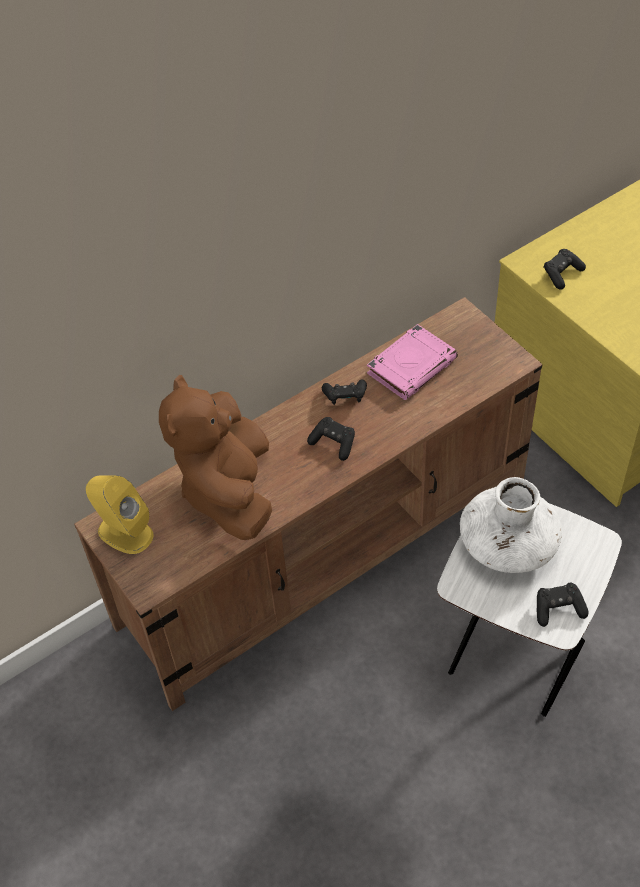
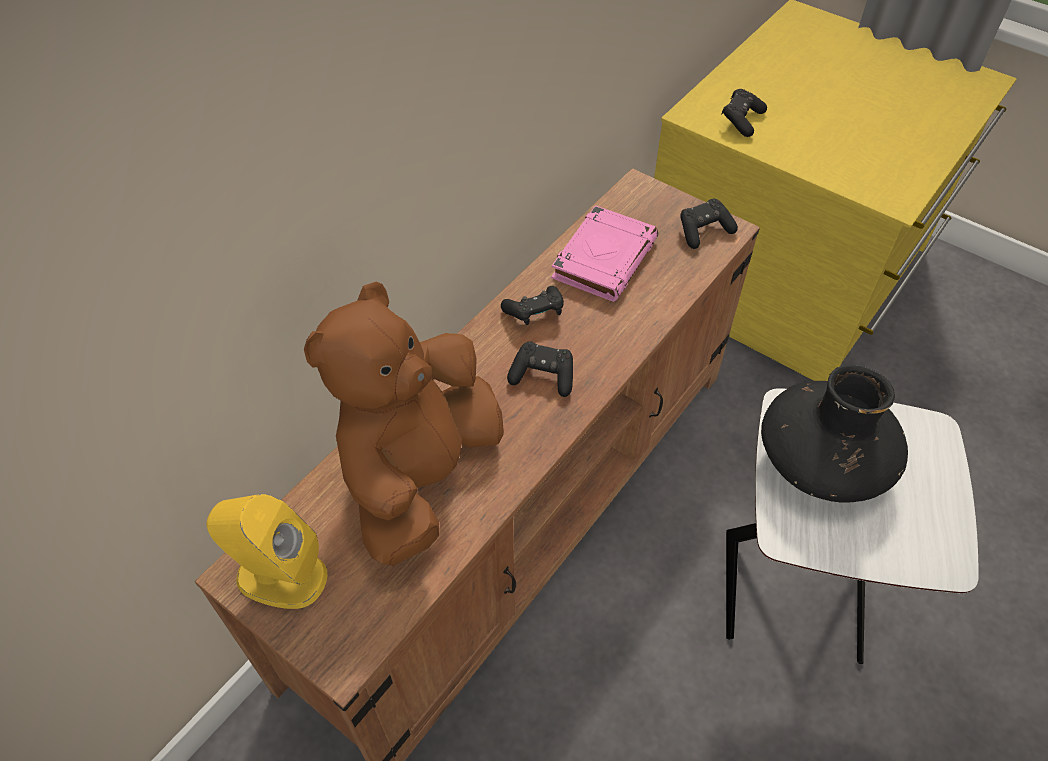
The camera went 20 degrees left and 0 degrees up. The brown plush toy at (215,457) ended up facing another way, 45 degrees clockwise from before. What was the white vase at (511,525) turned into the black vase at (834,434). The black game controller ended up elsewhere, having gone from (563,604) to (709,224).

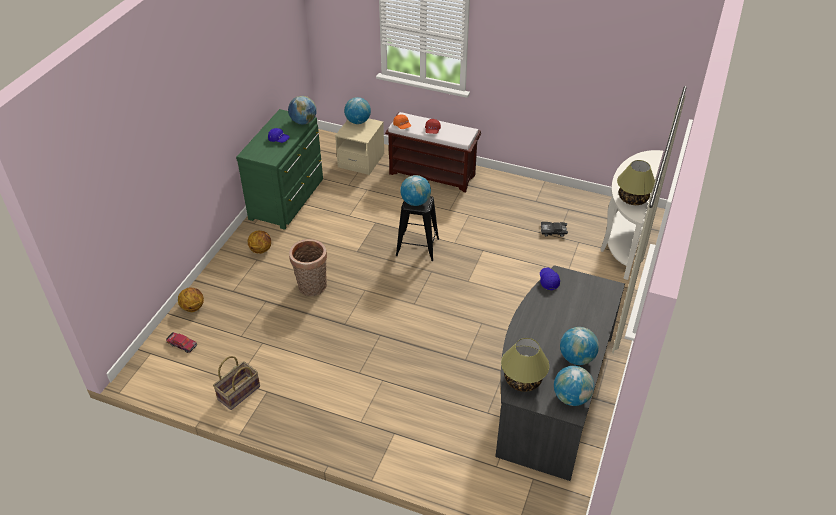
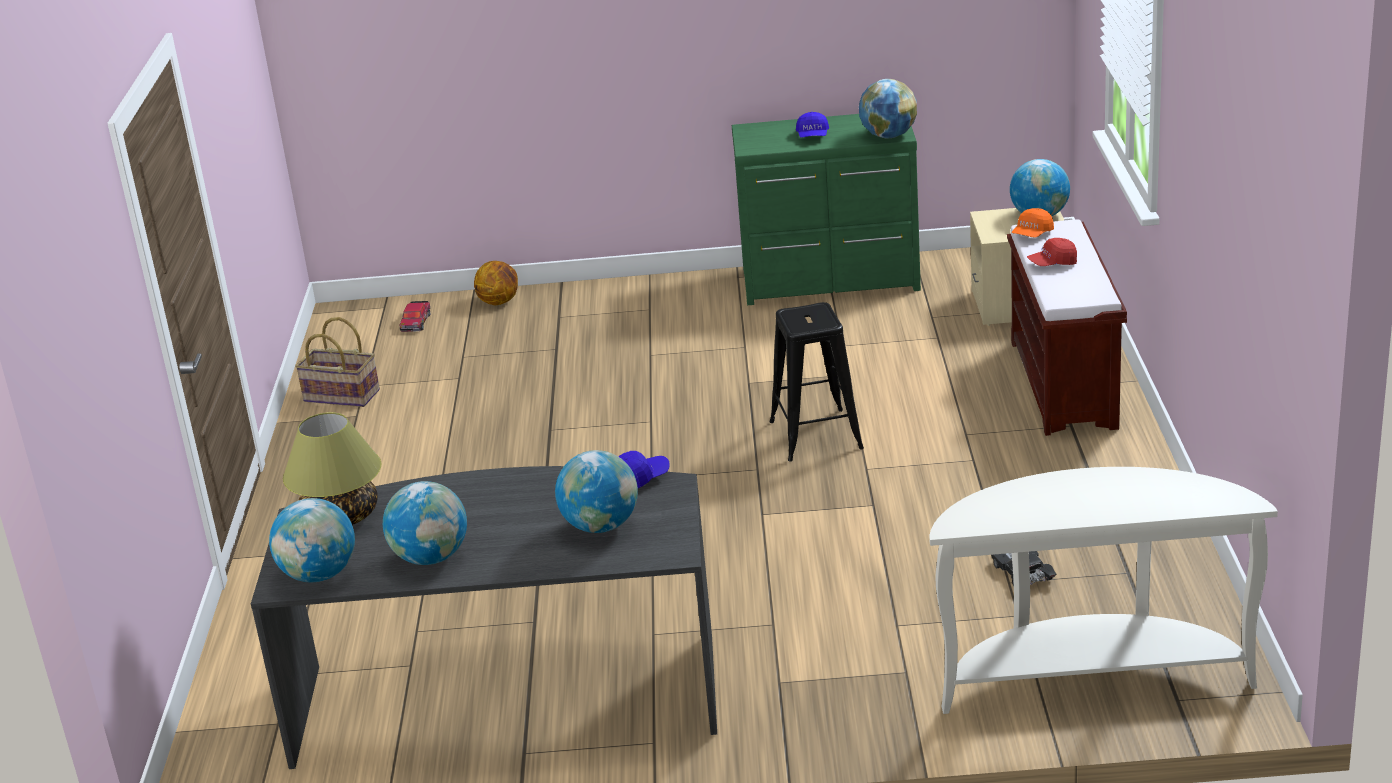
The camera went 70 degrees right and 15 degrees down. The second view lost the basketball at (259,242). The second view lost the basket at (308,267). The globe ended up elsewhere, having gone from (415,190) to (596,491). The second view lost the table lamp at (636,182).

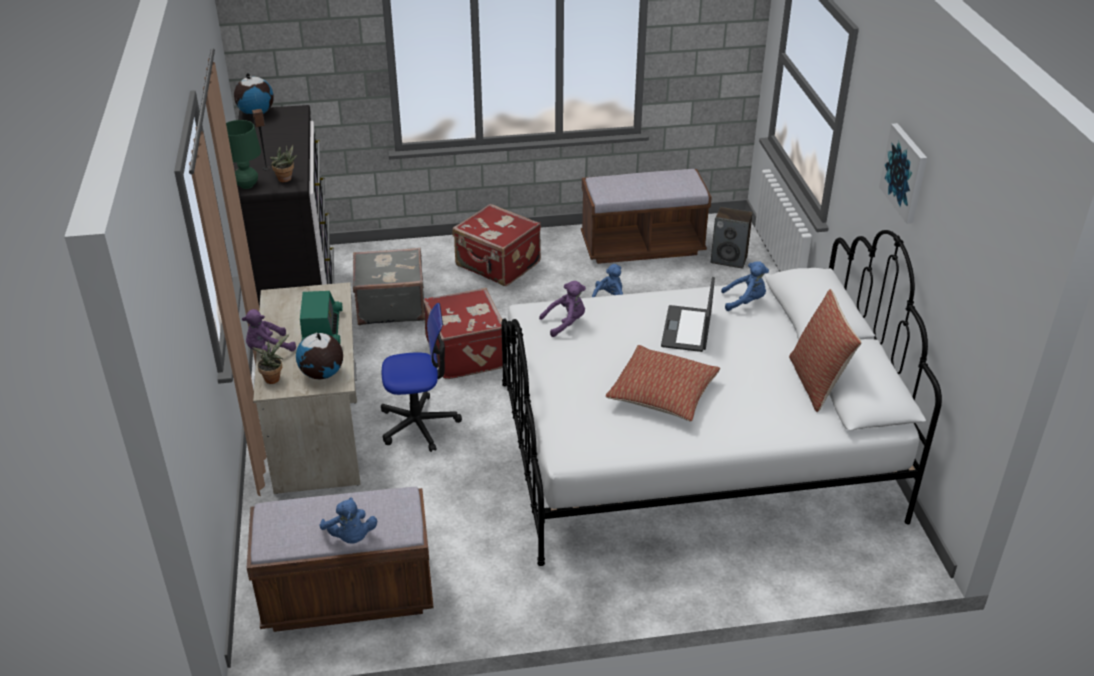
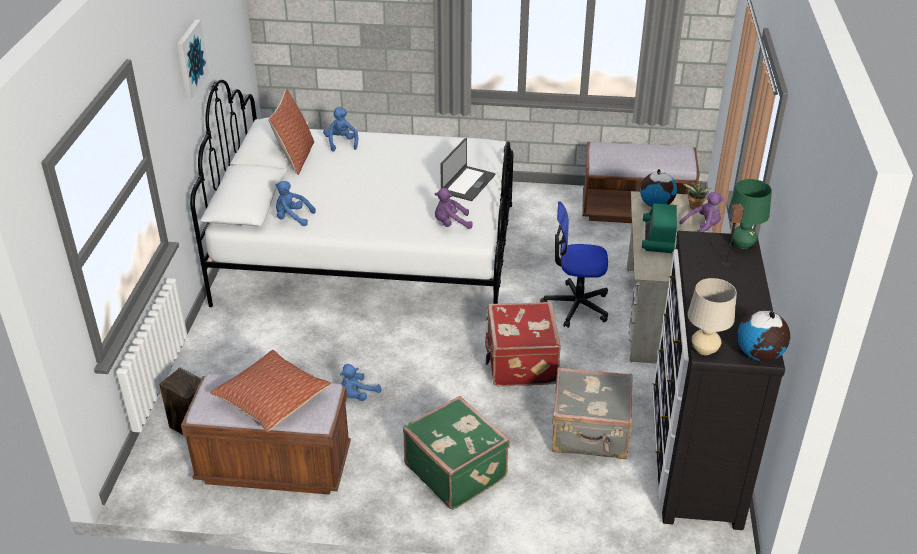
The camera went 165 degrees left and 0 degrees up. The second view lost the potted plant at (283,163). The blue plush toy ended up elsewhere, having gone from (348,520) to (340,129). What was the red suitcase at (496,244) turned into the green suitcase at (456,453). The pillow ended up elsewhere, having gone from (663,383) to (270,390). The laptop ended up elsewhere, having gone from (688,314) to (468,169). The second view gained the beige table lamp at (712,316).

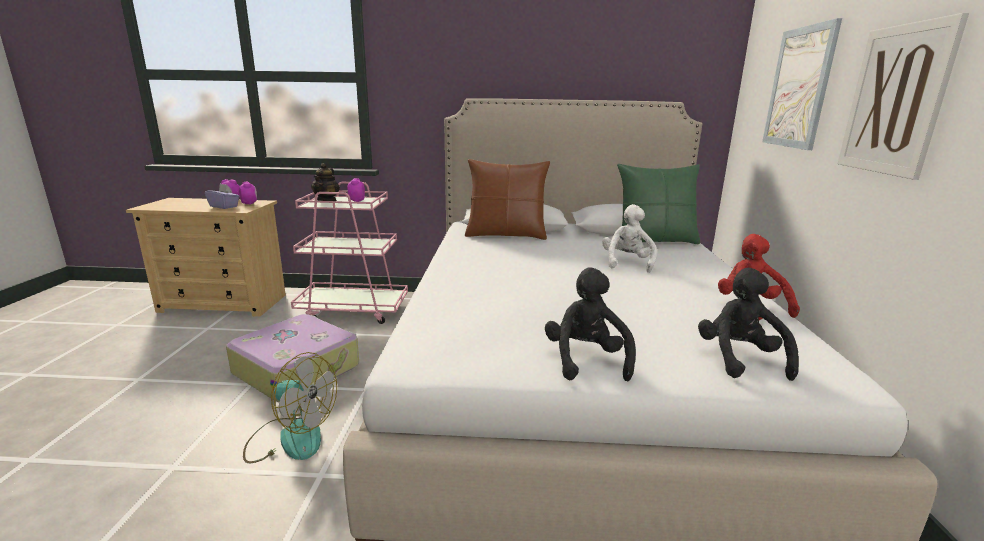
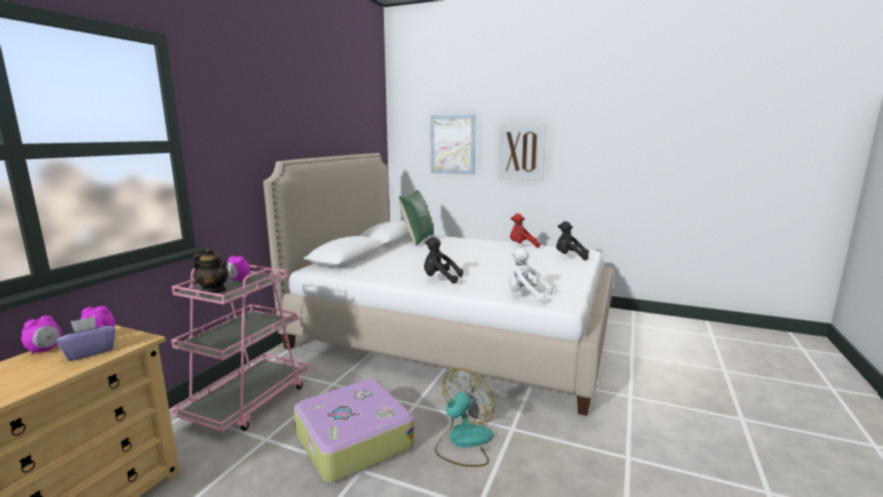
The camera went 70 degrees left and 5 degrees down. The second view lost the brown pillow at (507,199). The black plush toy ended up elsewhere, having gone from (590,324) to (443,260). The white plush toy ended up elsewhere, having gone from (629,238) to (531,275).

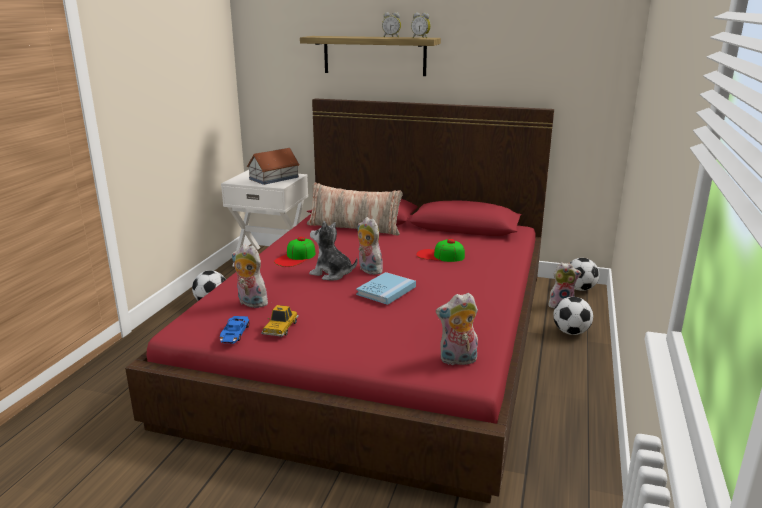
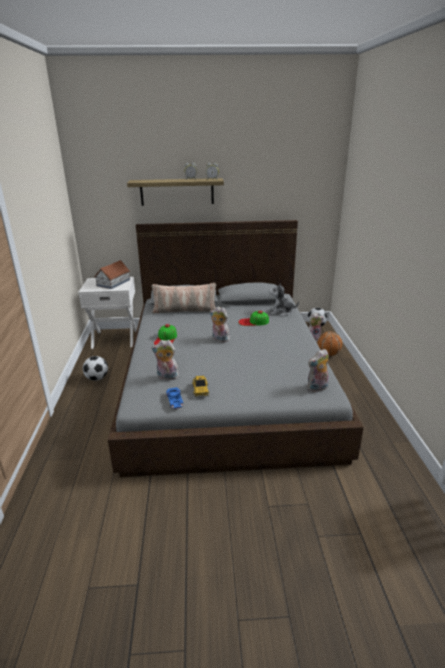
The camera went 20 degrees left and 5 degrees up. What was the red bed at (339,300) turned into the grey bed at (236,348). The plush toy ended up elsewhere, having gone from (333,251) to (284,300). The second view lost the blue book at (386,288). Where the football stood at (573,316), the basketball came to stand at (329,344).

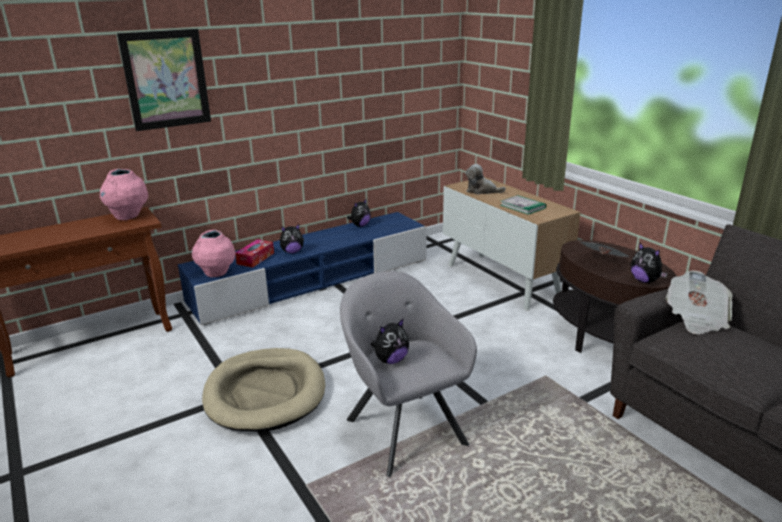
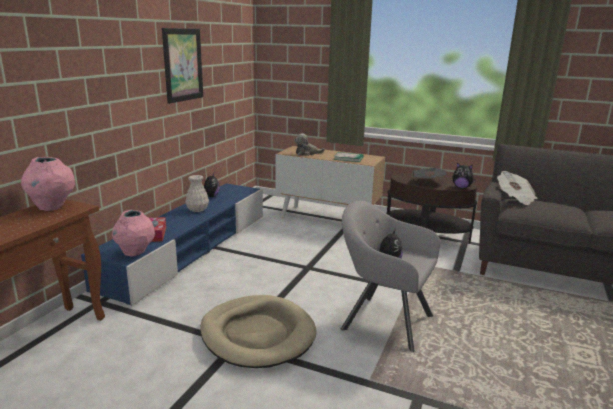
The camera went 35 degrees left and 5 degrees down. The picture ended up elsewhere, having gone from (164,80) to (182,66). The second view lost the plush toy at (292,239). The second view gained the white vase at (197,193).

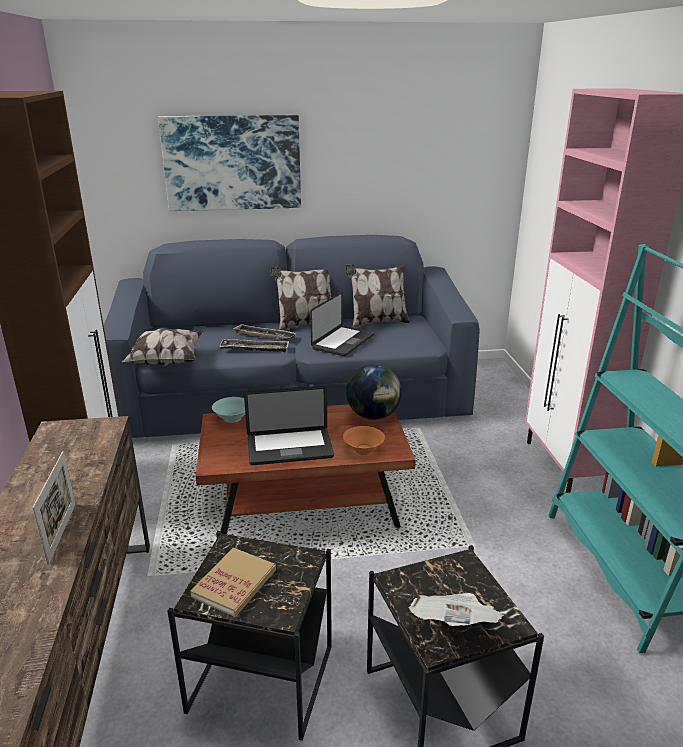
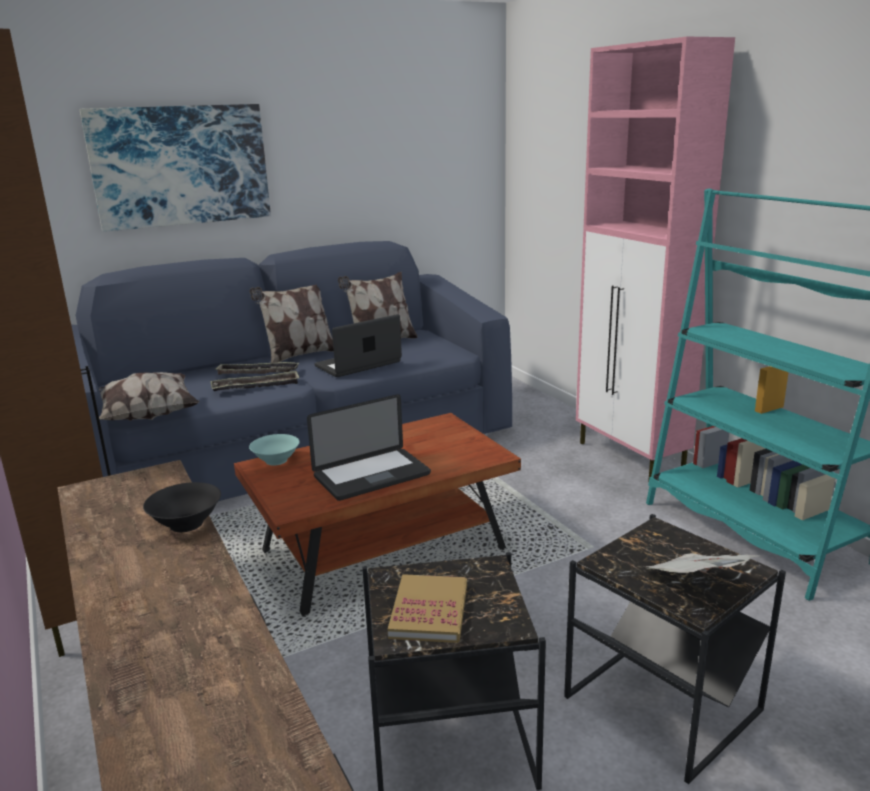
The camera went 20 degrees left and 5 degrees down. The second view lost the picture frame at (54,508). The laptop at (342,324) ended up facing another way, 135 degrees counterclockwise from before. The second view lost the orange bowl at (364,440). The second view lost the globe at (374,392). The second view gained the black bowl at (182,507).

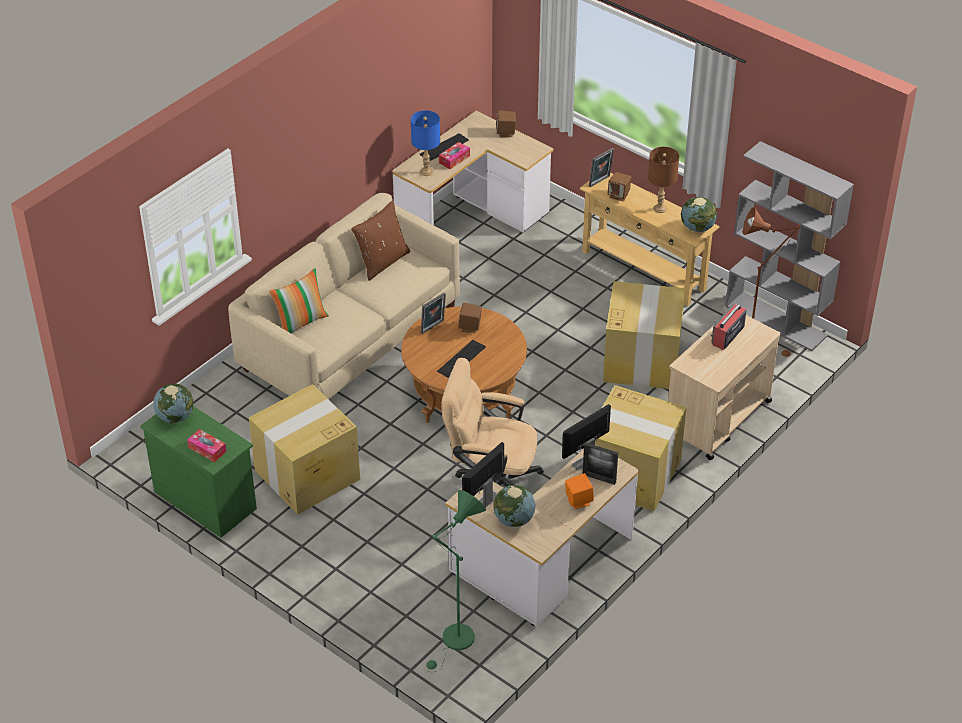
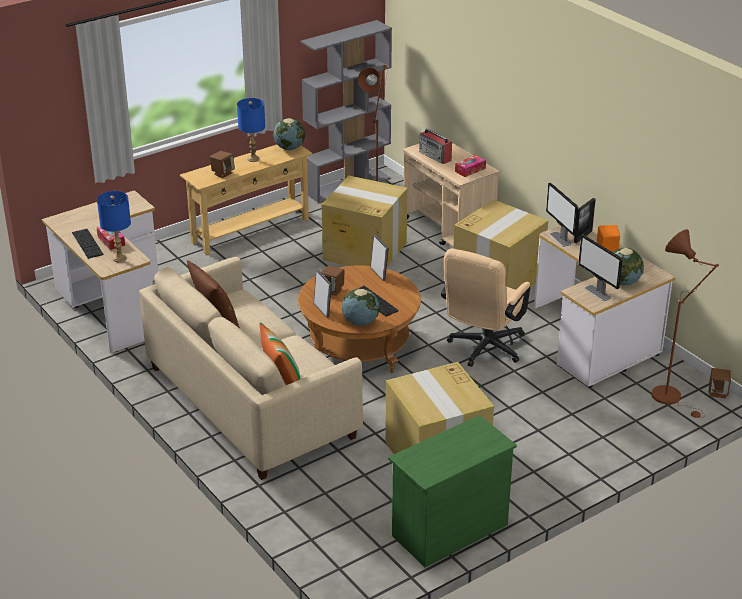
The camera went 75 degrees left and 10 degrees down. The globe ended up elsewhere, having gone from (173,403) to (360,307). The tissue box ended up elsewhere, having gone from (206,445) to (470,166). What was the green floor lamp at (456,581) turned into the brown floor lamp at (685,323). The brown speaker ended up elsewhere, having gone from (506,124) to (720,383). The picture frame ended up elsewhere, having gone from (601,167) to (379,258). What was the brown table lamp at (663,180) turned into the blue table lamp at (251,130).

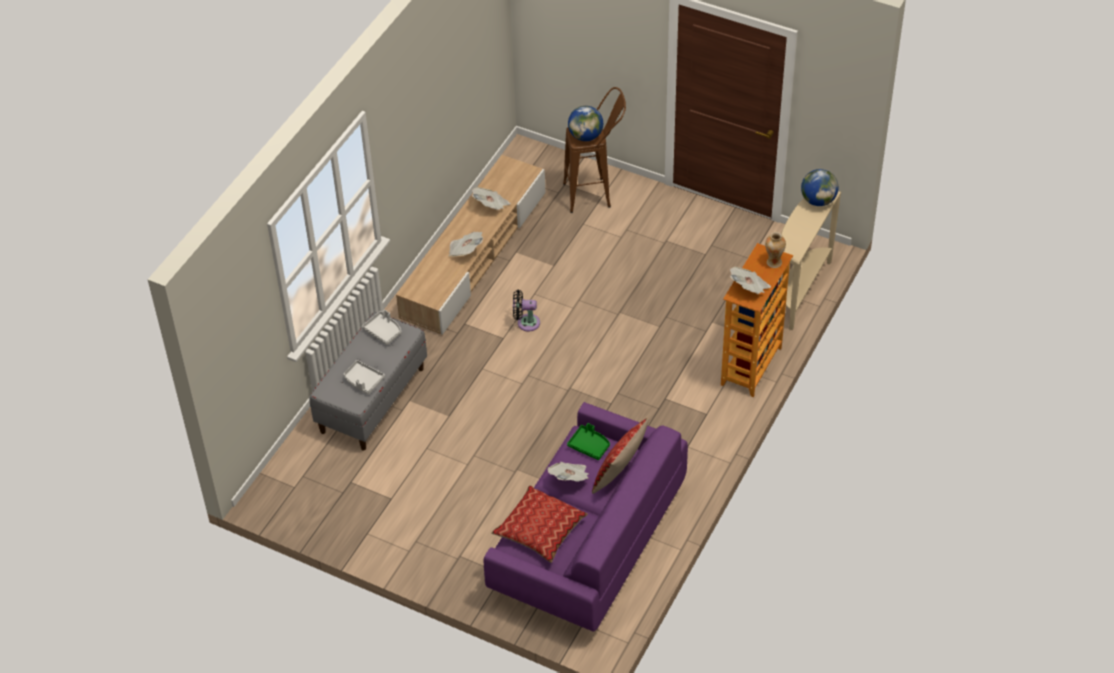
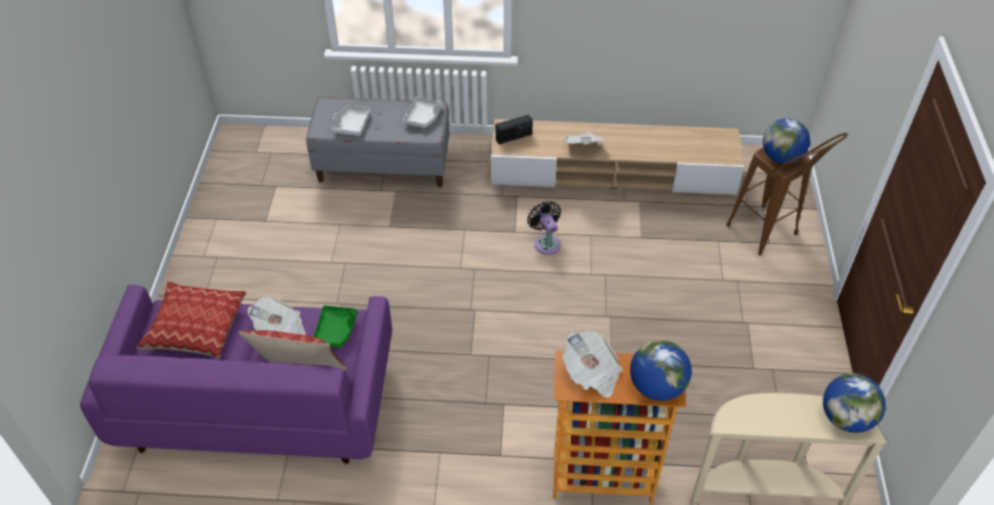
The camera went 65 degrees right and 0 degrees up. The second view lost the newspaper at (491,198). Where the vase stood at (775,250), the globe came to stand at (661,370). The second view gained the radio at (514,129).

